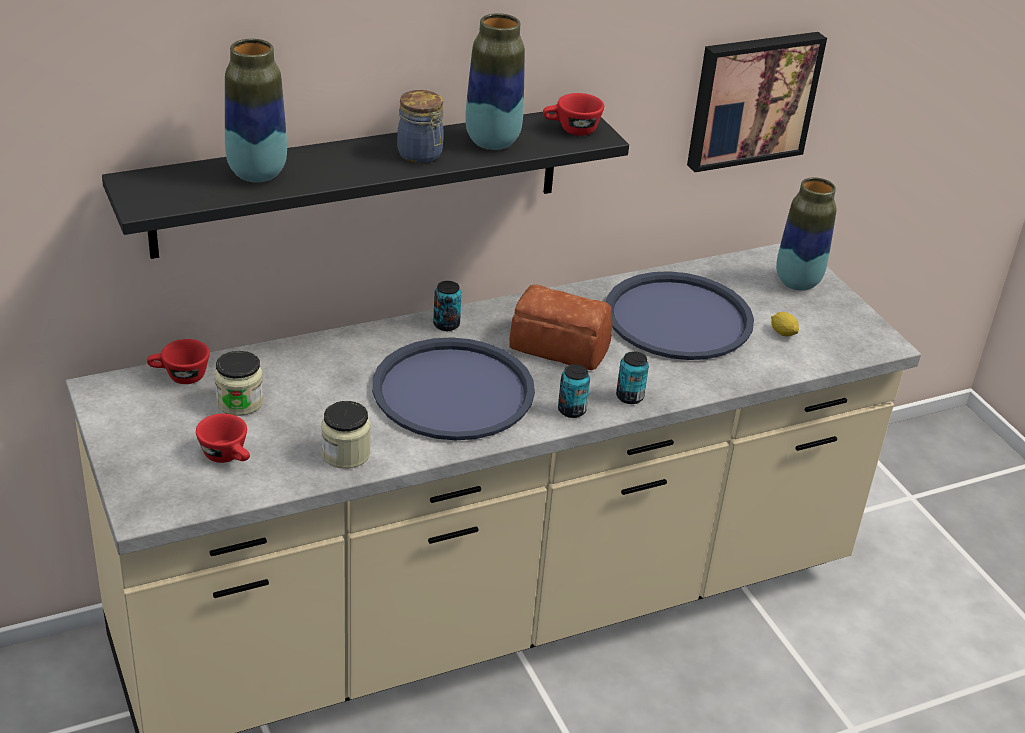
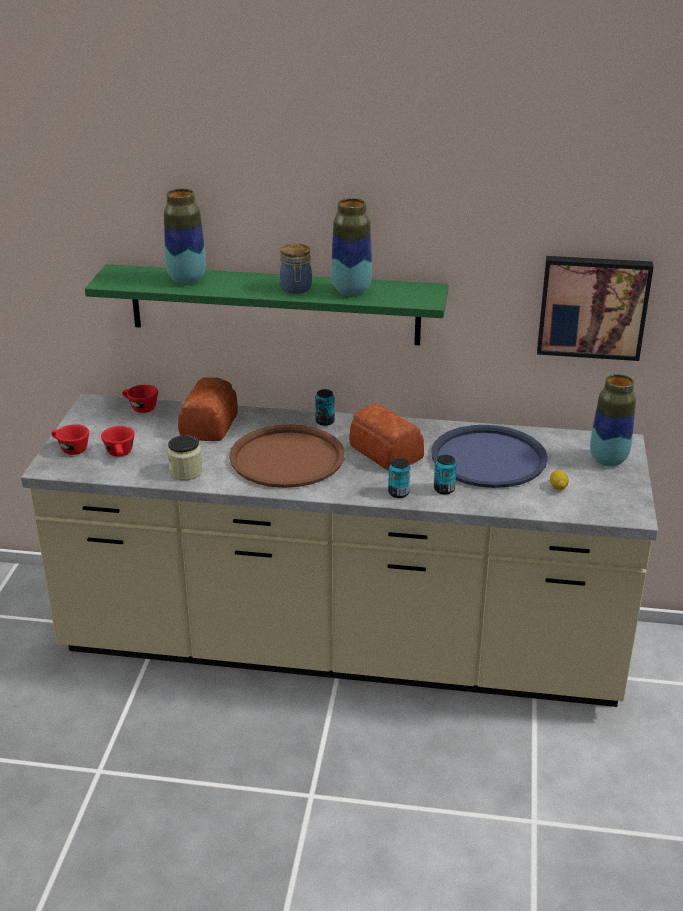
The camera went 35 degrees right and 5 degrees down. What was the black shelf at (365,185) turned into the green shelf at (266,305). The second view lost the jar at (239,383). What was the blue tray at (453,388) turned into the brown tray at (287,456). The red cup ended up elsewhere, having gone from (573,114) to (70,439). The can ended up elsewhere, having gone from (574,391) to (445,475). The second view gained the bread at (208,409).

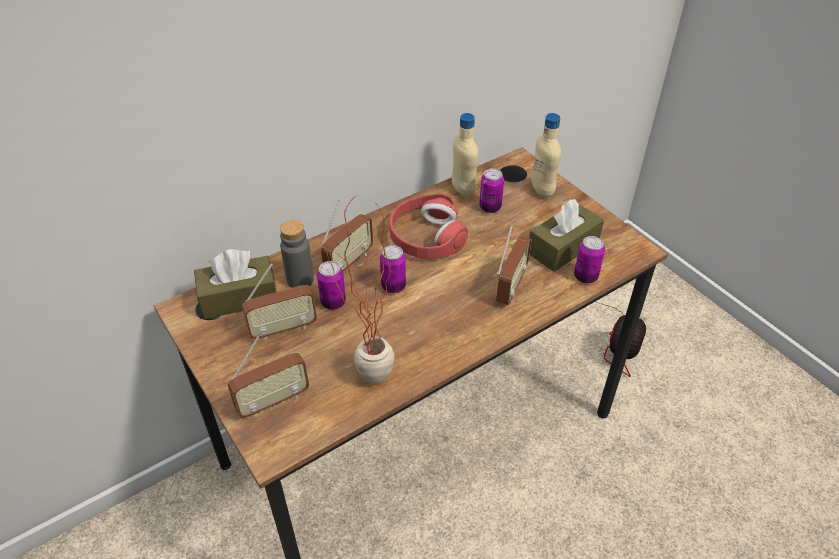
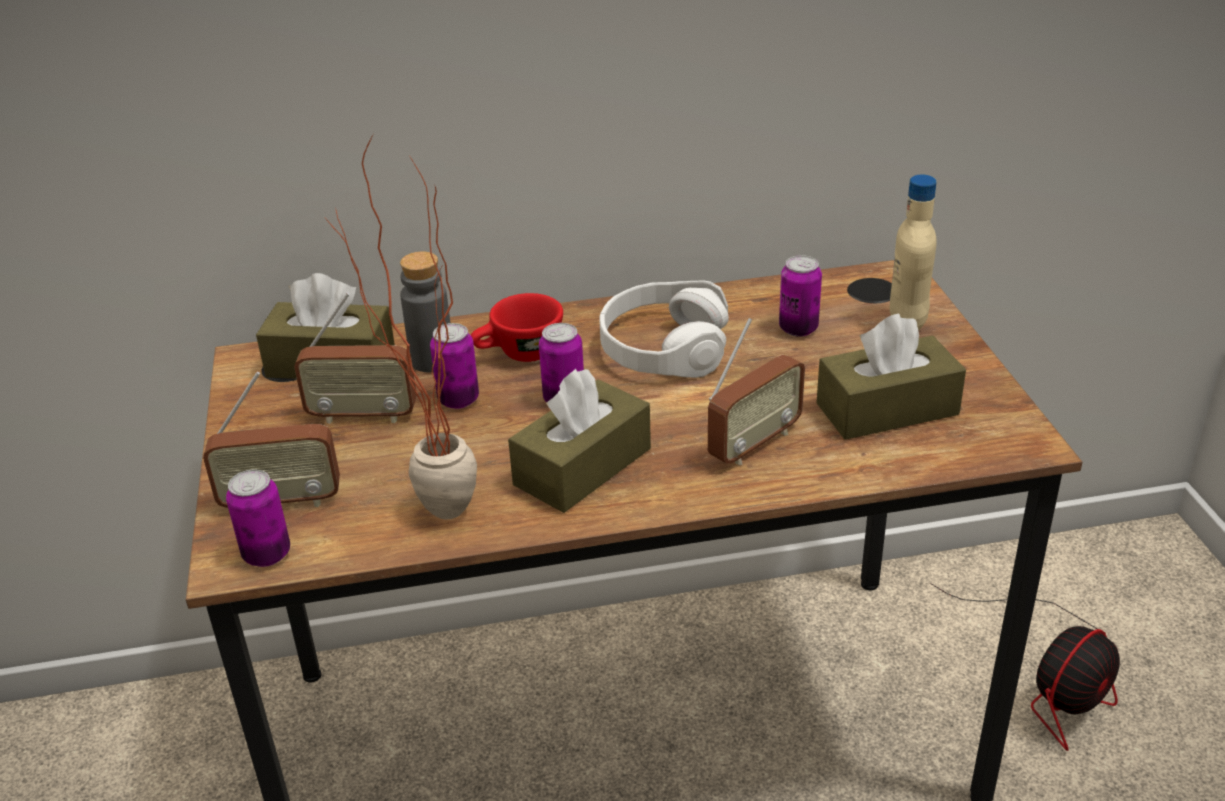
The camera went 25 degrees right and 10 degrees down. Where the radio stood at (347,236), the red cup came to stand at (517,327). What was the red headphones at (428,226) turned into the white headphones at (664,329). The second view lost the beige bottle at (465,155). The can ended up elsewhere, having gone from (589,259) to (258,518). The second view gained the brown tissue box at (579,441).

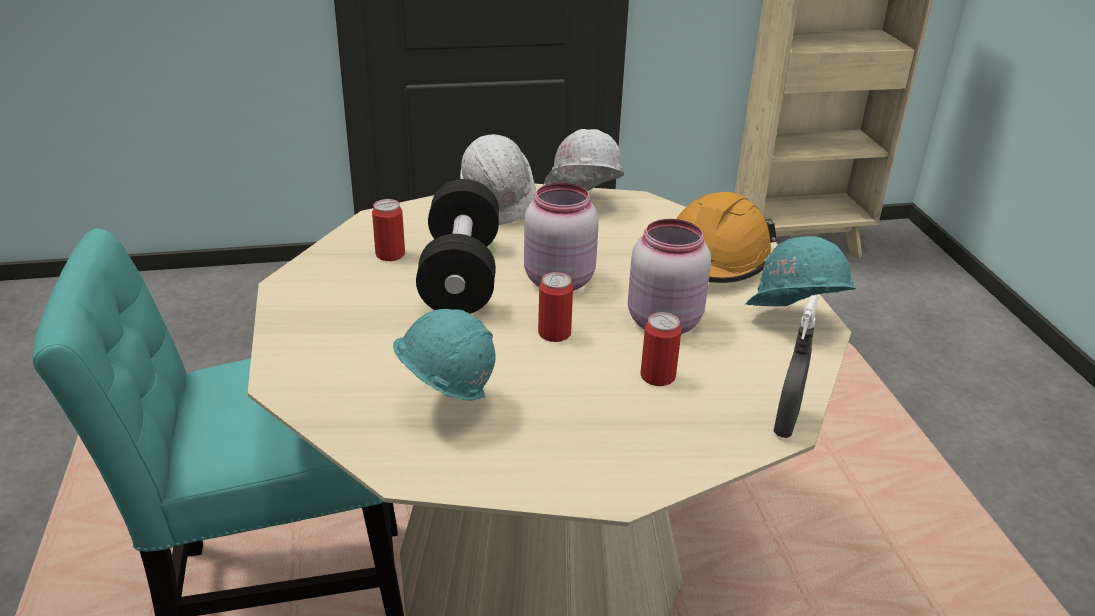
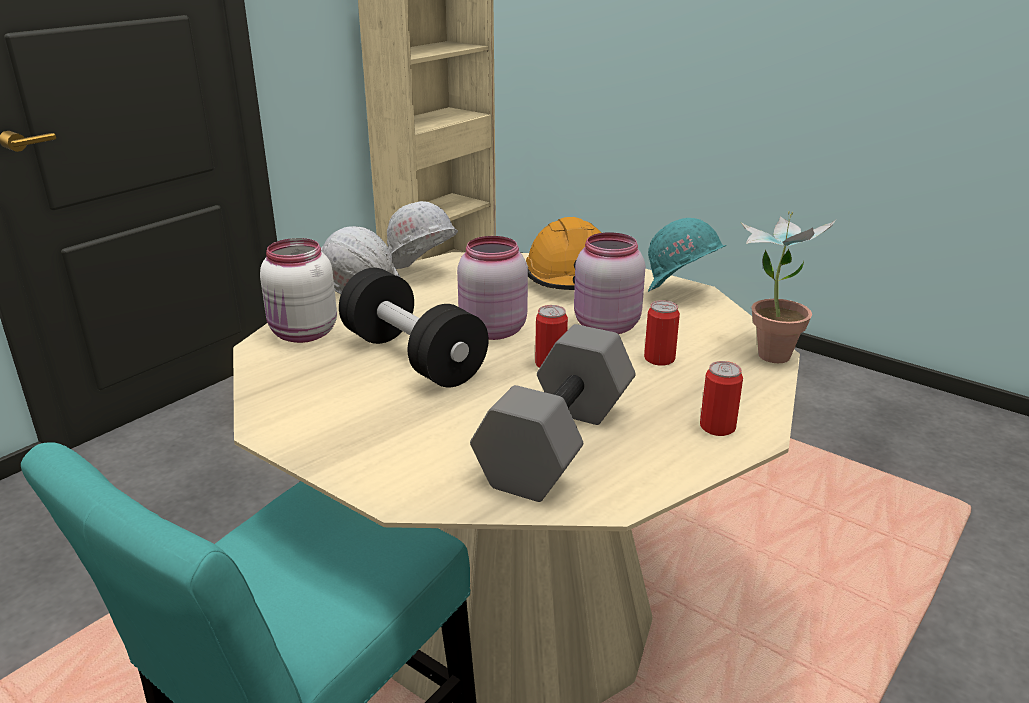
The camera went 40 degrees left and 5 degrees down. The can ended up elsewhere, having gone from (388,230) to (721,398). Where the turquoise hard hat stood at (444,355), the grey dumbbell came to stand at (553,413). Where the grey spray bottle stood at (796,366), the potted plant came to stand at (788,287). The second view gained the white jar at (298,290).

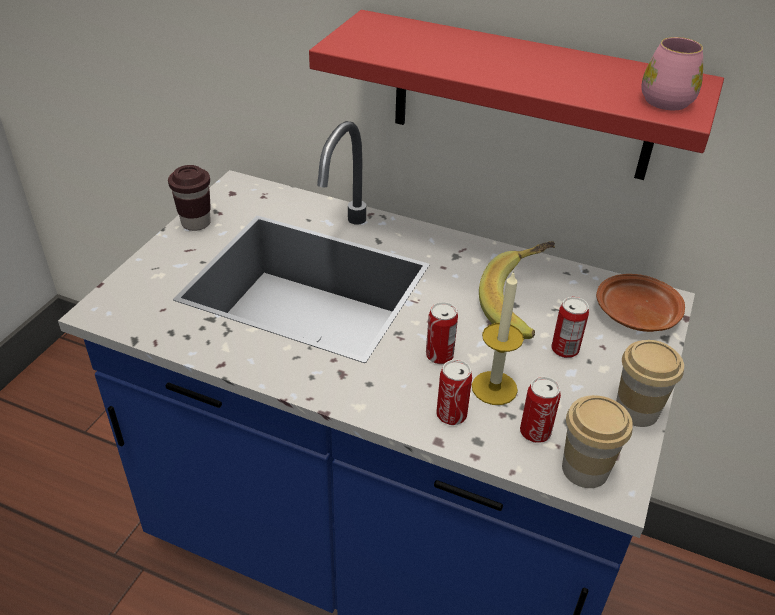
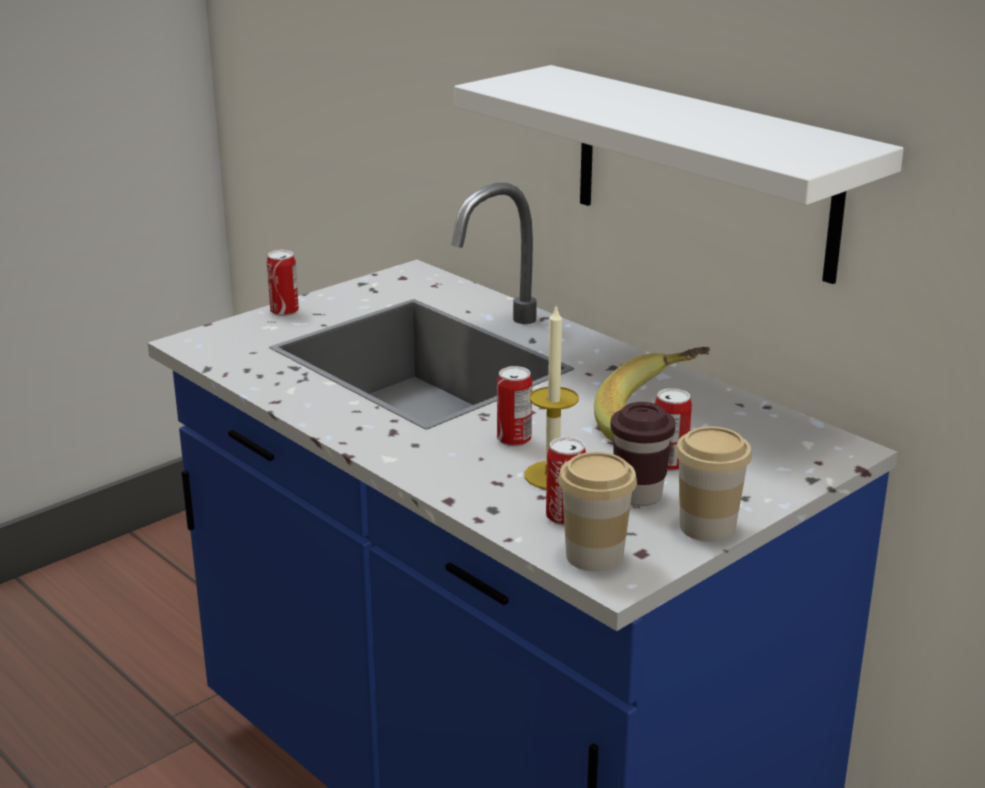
The camera went 25 degrees right and 15 degrees down. The brown cup ended up elsewhere, having gone from (189,198) to (642,454). What was the red shelf at (516,95) turned into the white shelf at (679,174). The can ended up elsewhere, having gone from (454,392) to (283,283). The second view lost the brown plate at (640,303). The second view lost the pink mug at (672,73).

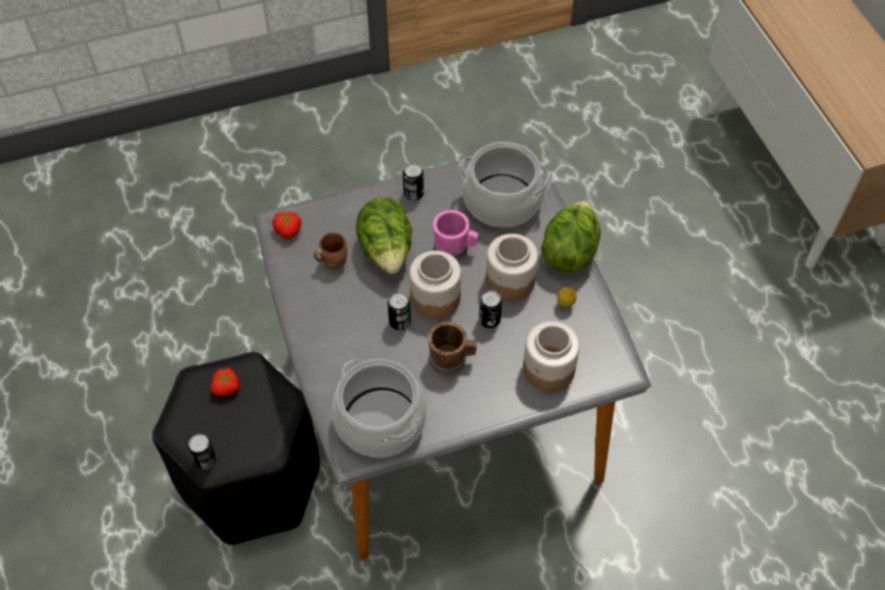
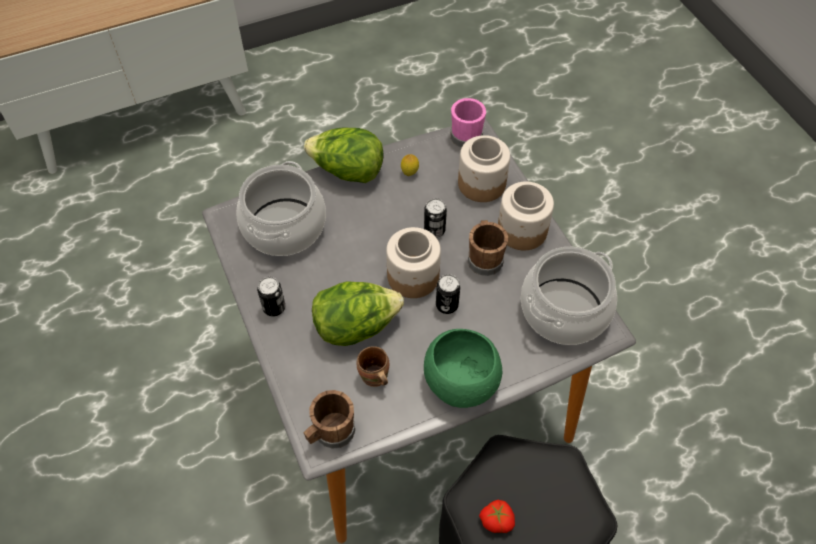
The camera went 95 degrees left and 0 degrees up. The second view lost the can at (202,452). Where the tomato stood at (286,225), the brown mug came to stand at (329,419). The pink mug ended up elsewhere, having gone from (456,235) to (468,123). The jar ended up elsewhere, having gone from (512,267) to (526,215). The second view gained the green bowl at (463,368).

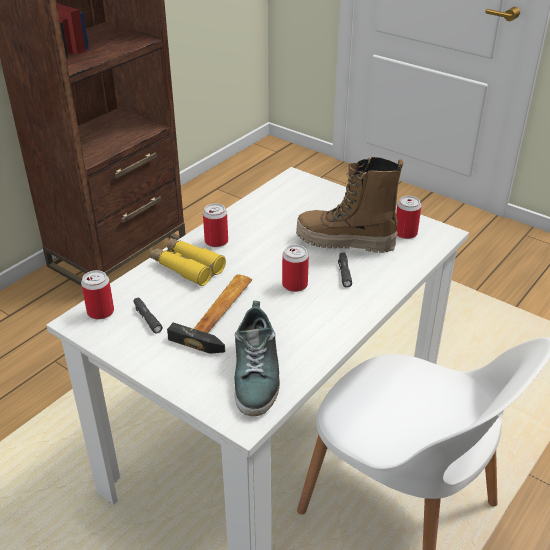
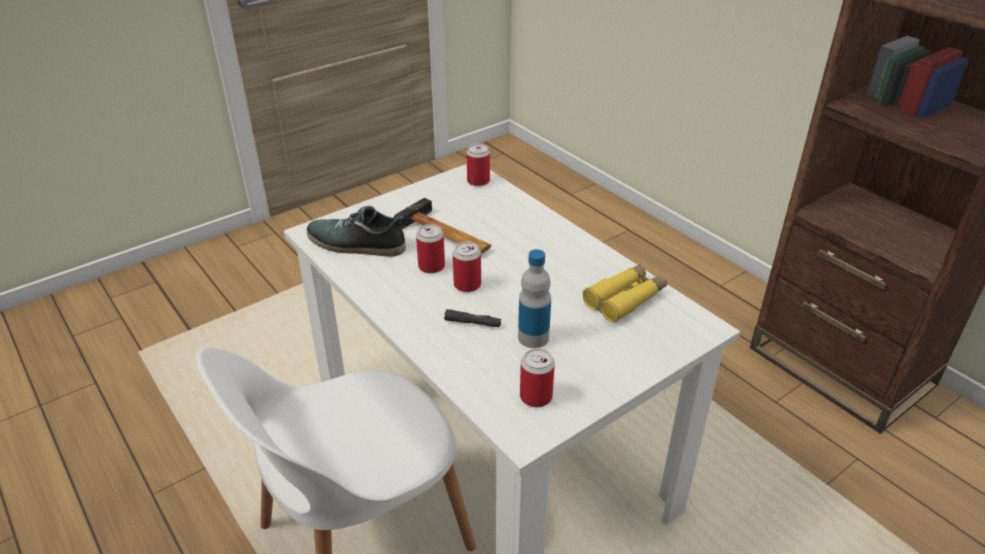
The camera went 105 degrees right and 0 degrees up. The second view lost the black flashlight at (148,315). The yellow binoculars ended up elsewhere, having gone from (188,262) to (625,293). The can ended up elsewhere, having gone from (215,225) to (430,248). Where the boot stood at (349,205), the bottle came to stand at (534,298).

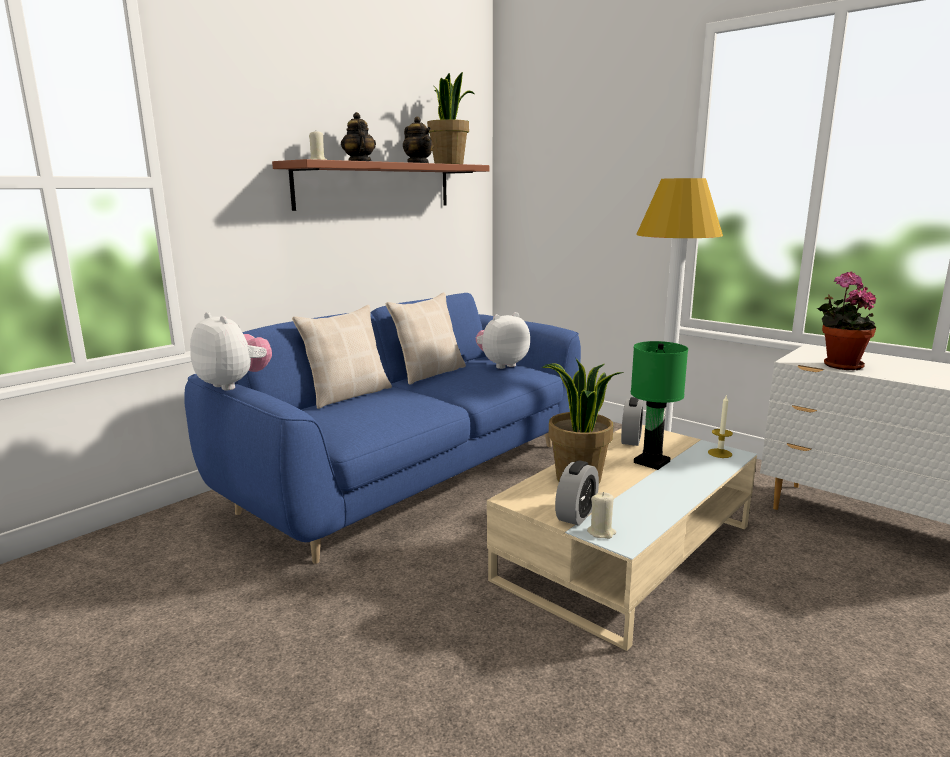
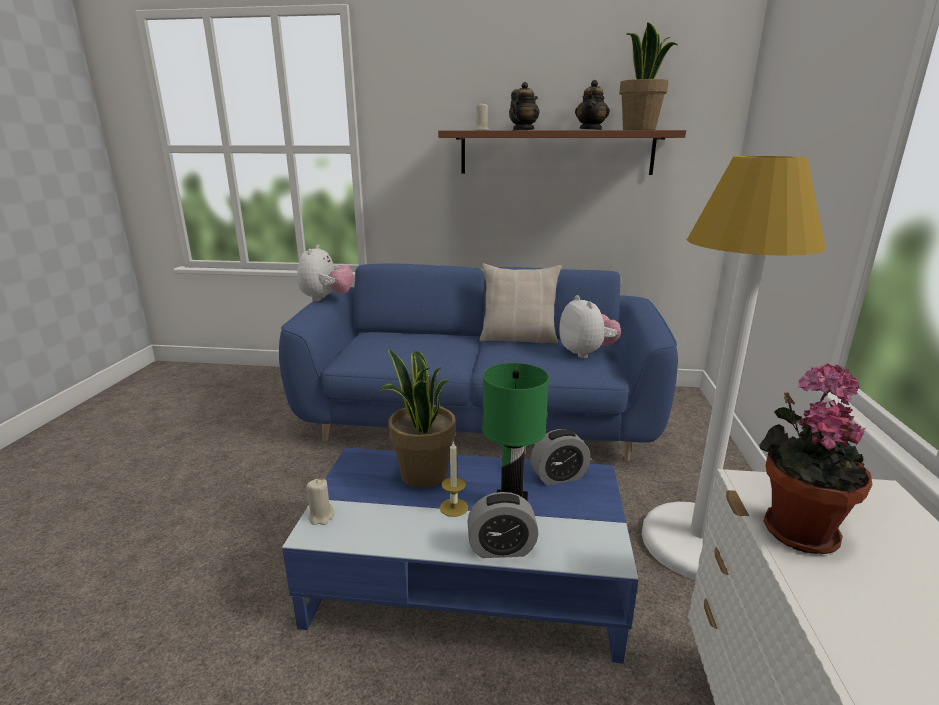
The camera went 55 degrees right and 5 degrees up. The second view lost the beige pillow at (342,357). The plush toy at (503,340) ended up facing another way, 45 degrees clockwise from before. What was the beige coffee table at (622,538) turned into the blue coffee table at (460,556). The alarm clock ended up elsewhere, having gone from (577,493) to (502,525). The candle ended up elsewhere, having gone from (720,427) to (454,479).

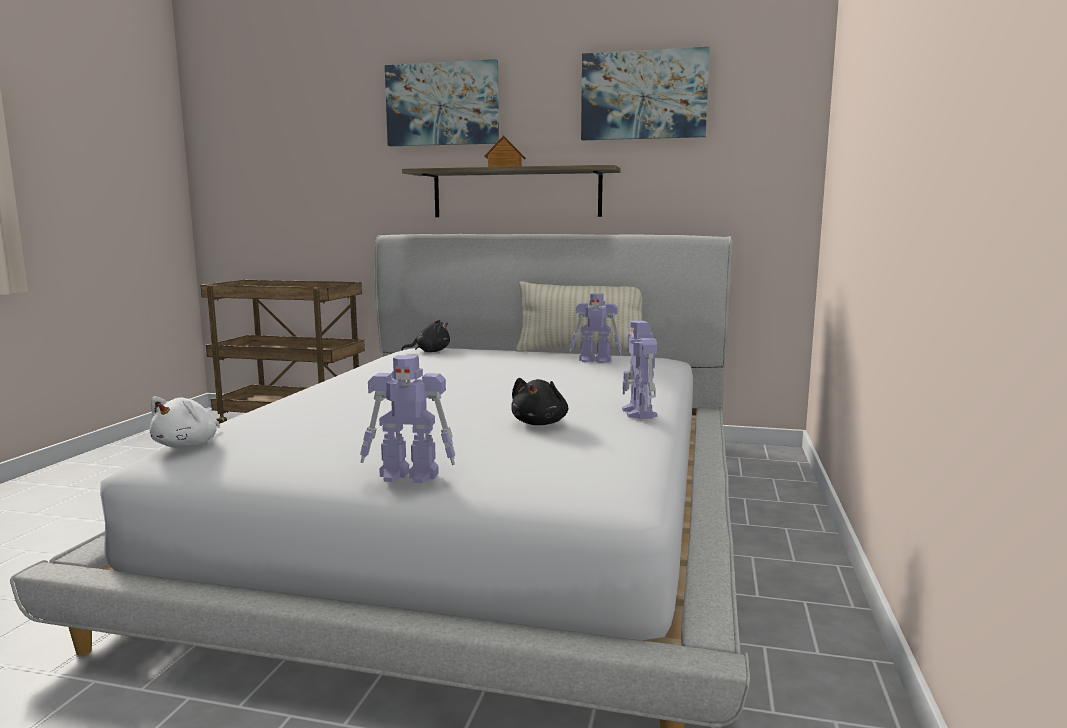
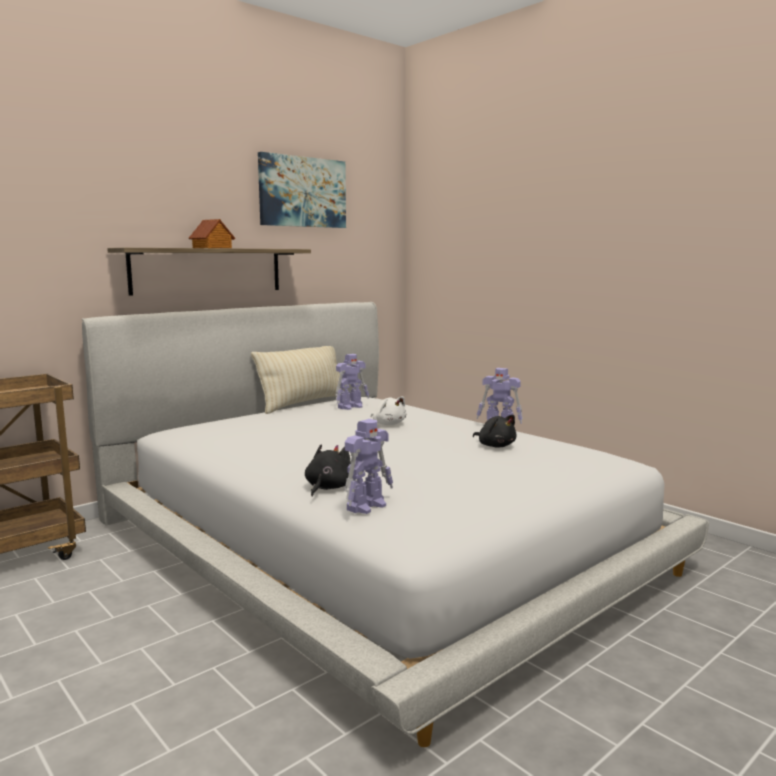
The camera went 55 degrees left and 0 degrees up. The white plush toy ended up elsewhere, having gone from (185,421) to (388,410). The toy robot ended up elsewhere, having gone from (407,419) to (369,466). The second view lost the picture at (442,102). The black plush toy ended up elsewhere, having gone from (425,336) to (328,470).

